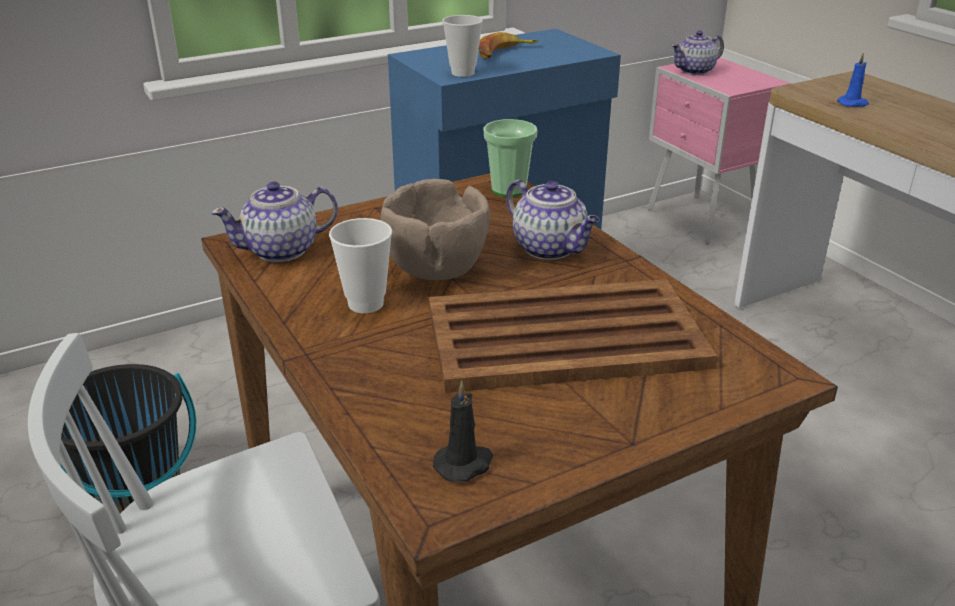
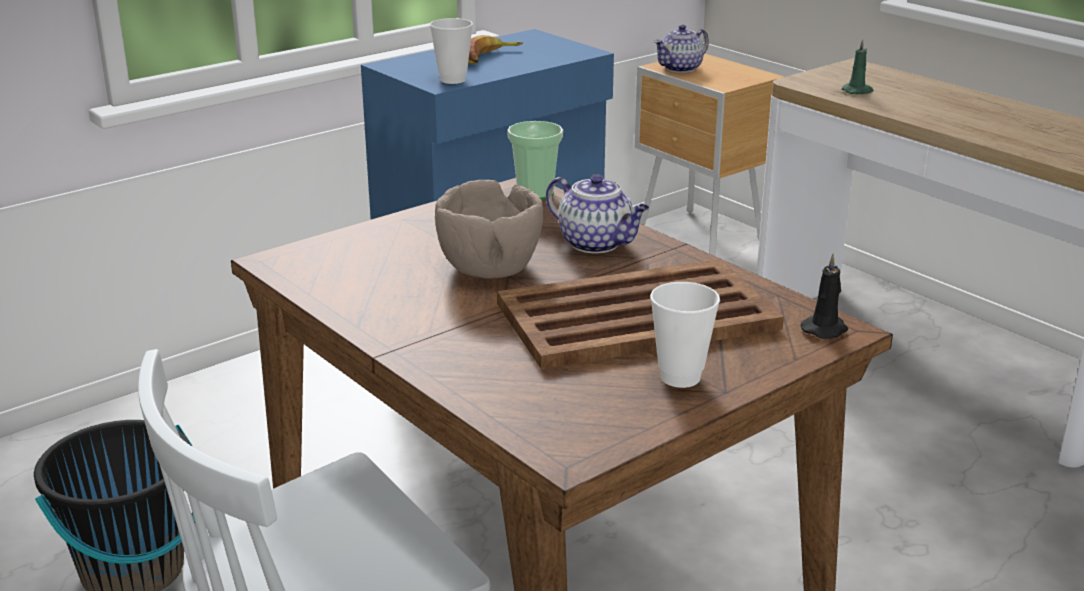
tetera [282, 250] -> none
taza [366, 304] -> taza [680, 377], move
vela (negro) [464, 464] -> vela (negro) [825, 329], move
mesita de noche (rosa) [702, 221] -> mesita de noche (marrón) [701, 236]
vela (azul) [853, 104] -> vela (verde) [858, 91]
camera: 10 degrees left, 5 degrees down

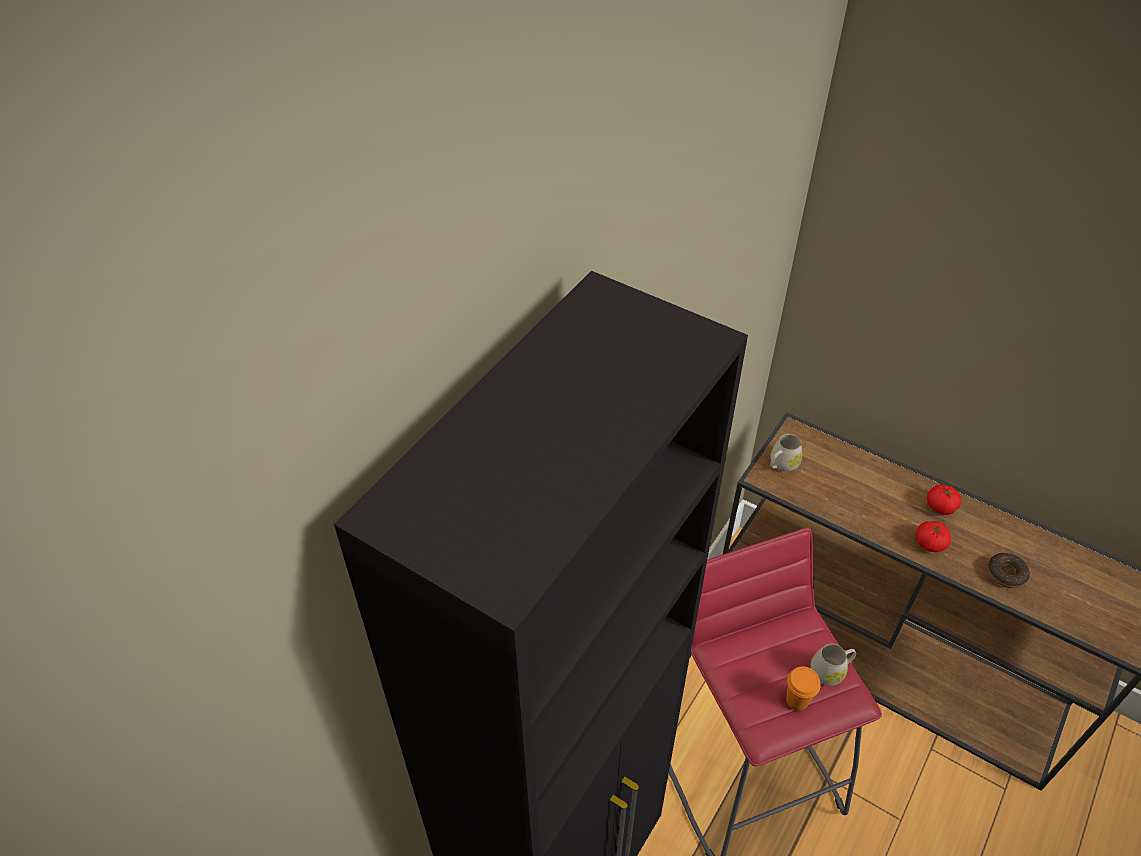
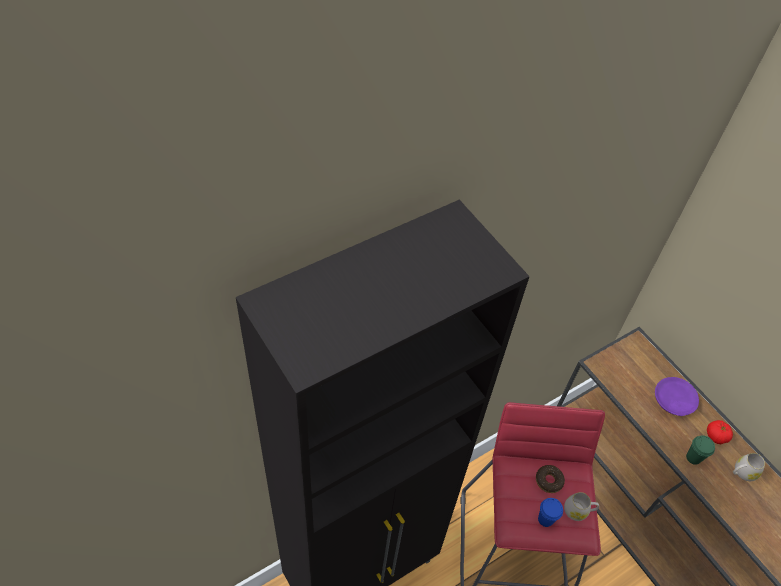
none -> plato (morado) [673, 400]
taza grande (blanco) [781, 464] -> taza grande (blanco) [742, 472], move
rosquilla [1006, 574] -> rosquilla [549, 481], move
tomate [929, 543] -> taza (verde) [693, 457]
taza (naranja) [797, 700] -> taza (azul) [545, 519]
camera: 20 degrees right, 5 degrees up

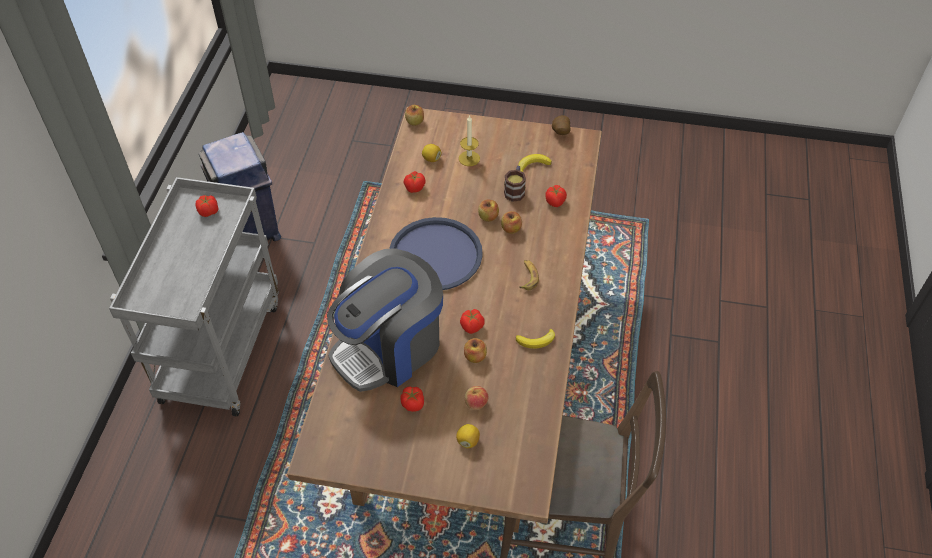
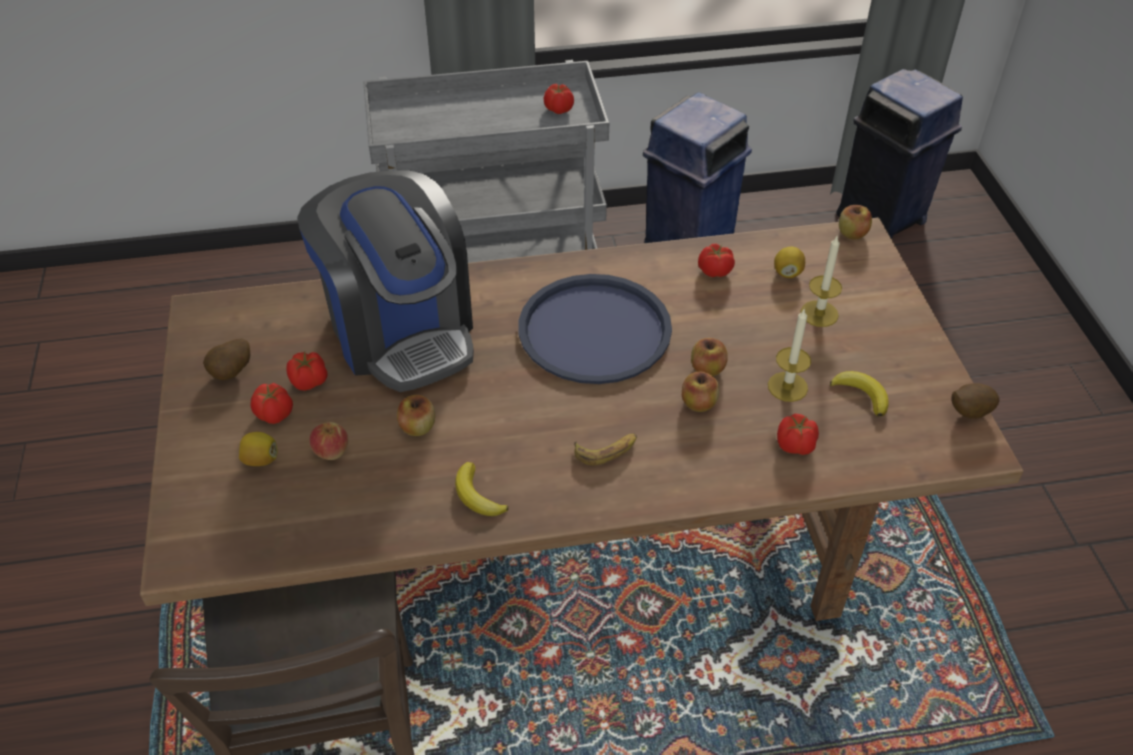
none -> patata [232, 373]
none -> papelera (azul) [882, 218]
tomate [472, 327] -> tomate [274, 415], move
taza grande [515, 190] -> vela [787, 387]
cafetera [389, 347] -> cafetera [401, 330], 150 degrees counterclockwise
camera: 70 degrees right, 5 degrees down

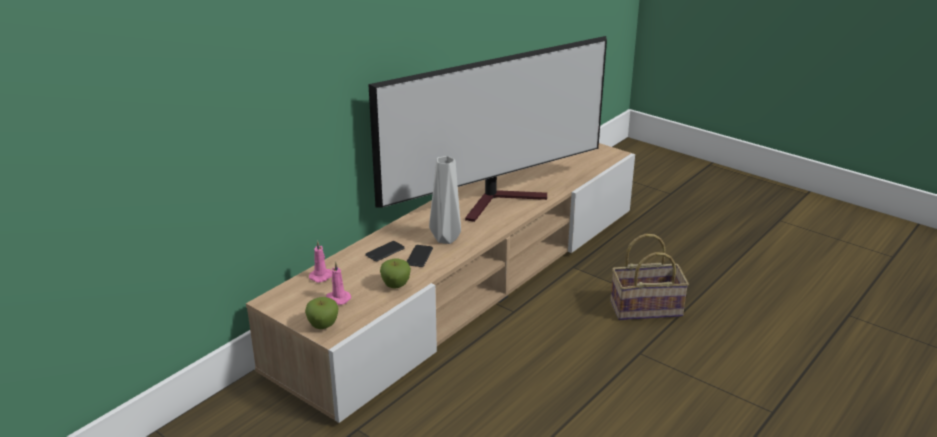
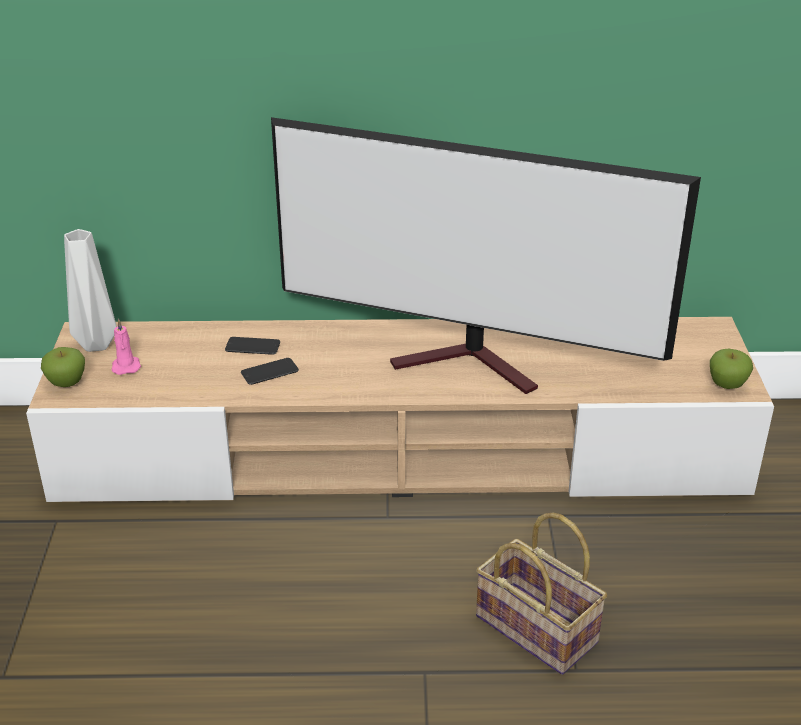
vela (rosa) [322, 276] -> none
manzana [396, 285] -> manzana [727, 385], move
florero (gris) [445, 238] -> florero (gris) [98, 343], move
camera: 50 degrees right, 5 degrees up

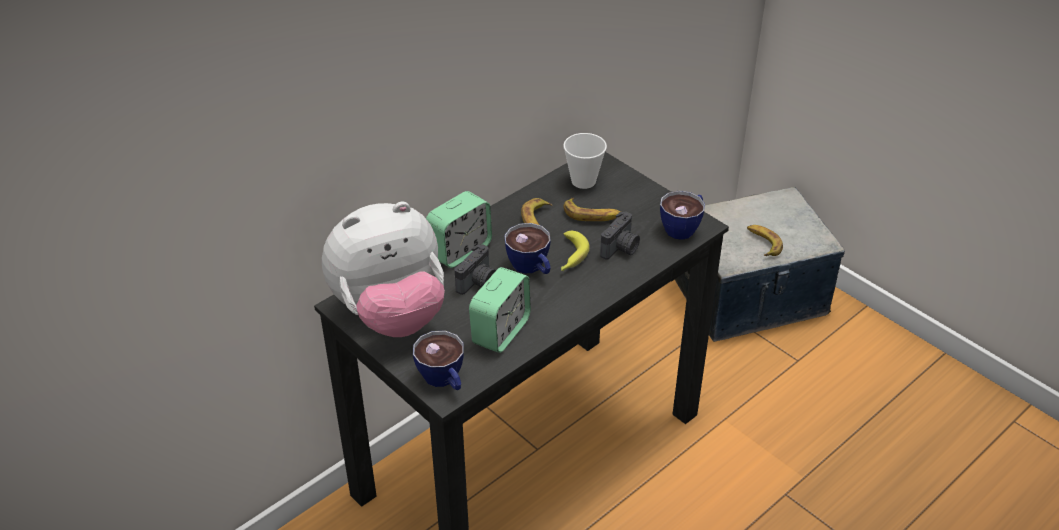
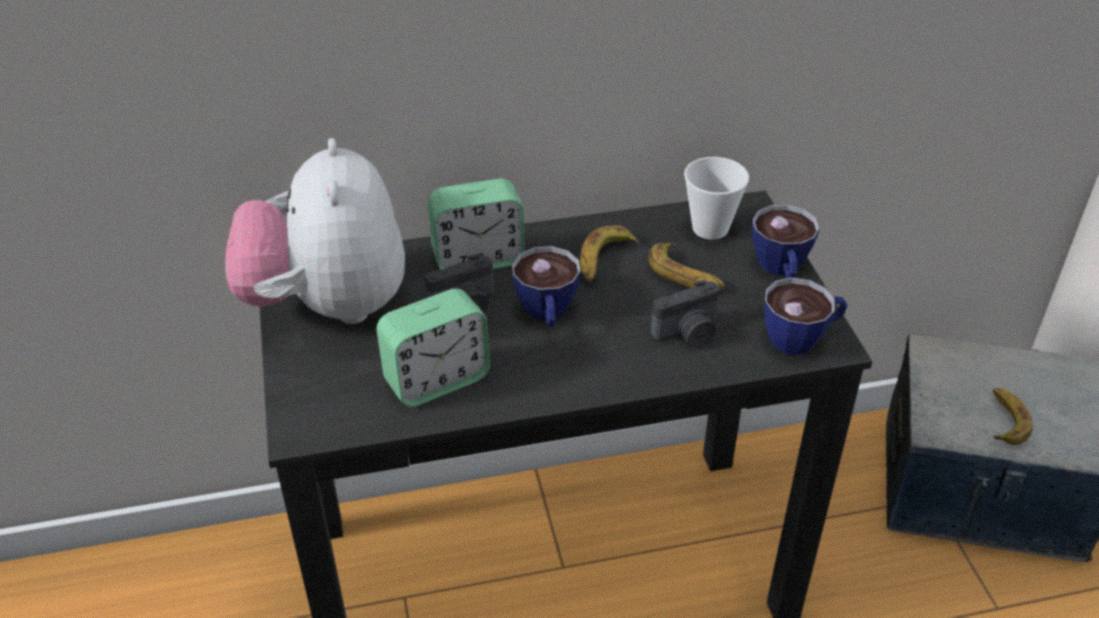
plátano [570, 257] -> none
taza [444, 380] -> taza [781, 269], move
peluche [391, 315] -> peluche [328, 305], 75 degrees clockwise
camera: 30 degrees right, 0 degrees up

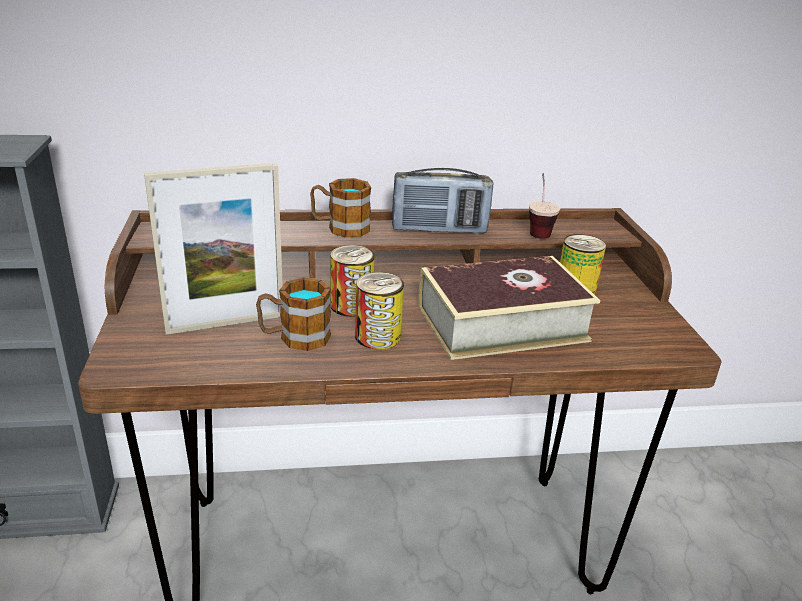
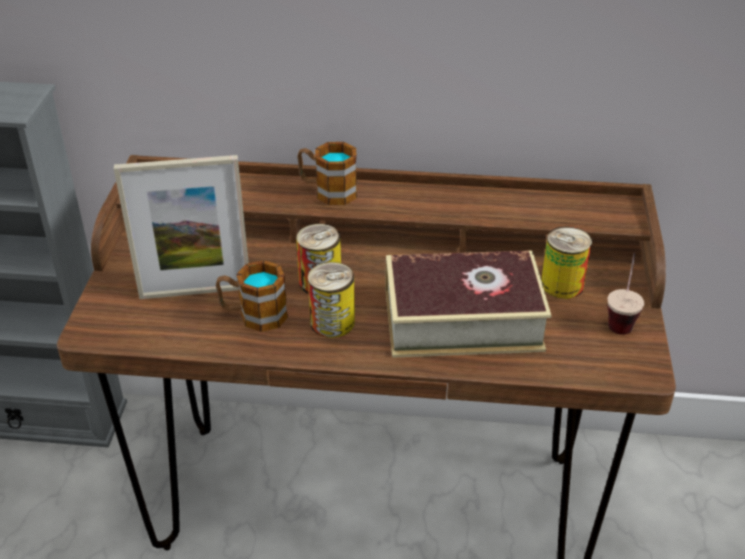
radio [439, 229] -> none
taza [538, 230] -> taza [621, 318], move
camera: 15 degrees right, 10 degrees up

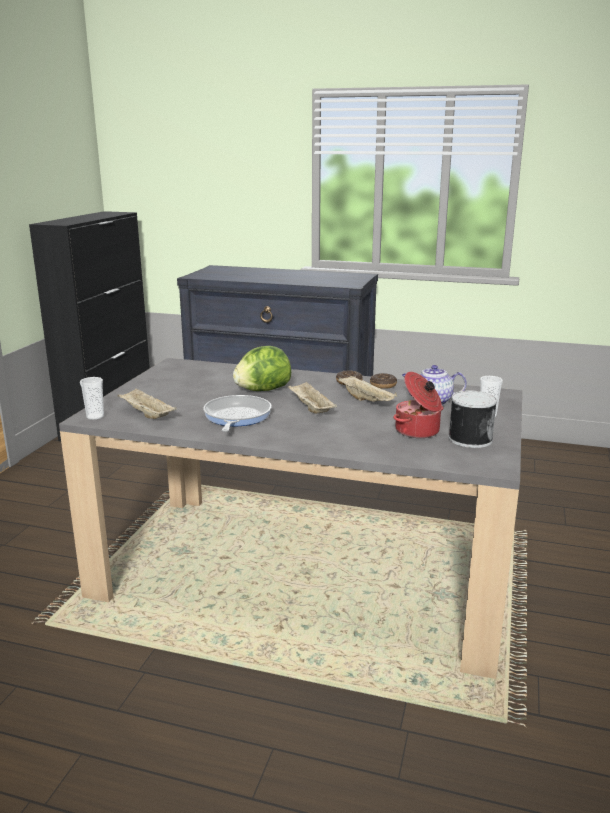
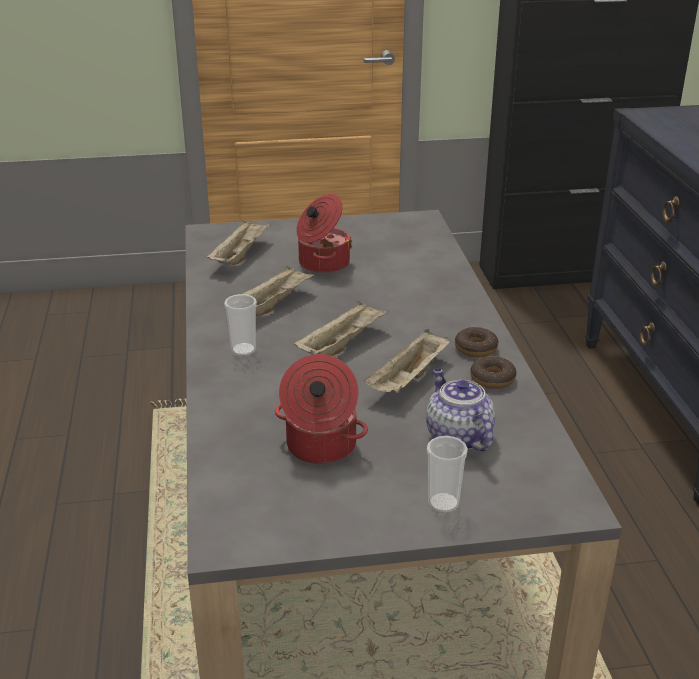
lechuga [262, 390] -> none
lata [469, 438] -> none
none -> olla [322, 263]
taza [95, 416] -> taza [243, 350], move
sartén [236, 417] -> bandeja (beis) [271, 305]
camera: 65 degrees right, 10 degrees up

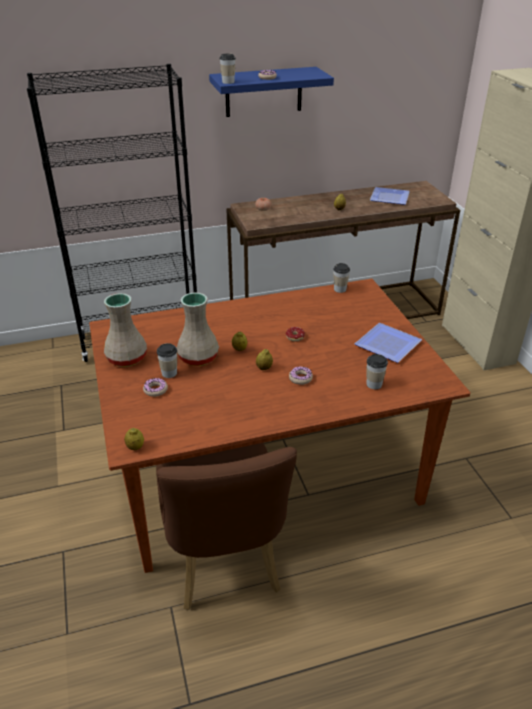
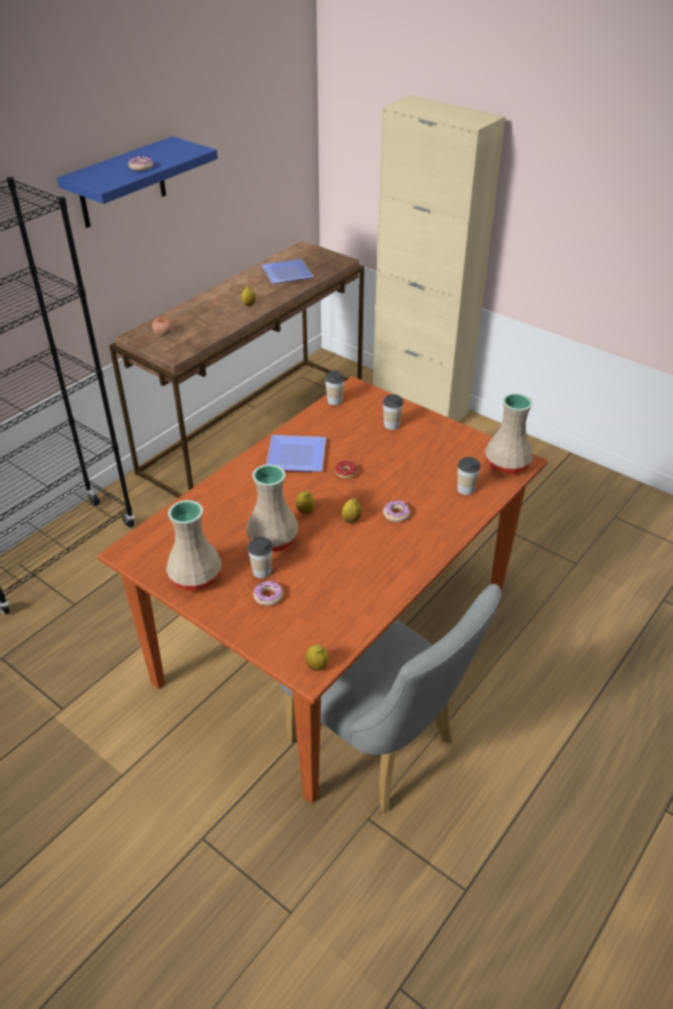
none -> florero (beis) [507, 463]
taza [228, 82] -> taza [391, 425], move
plato [388, 346] -> plato [298, 457], move
silla (marrón) [225, 564] -> silla (gris) [381, 746]
camera: 35 degrees left, 5 degrees up

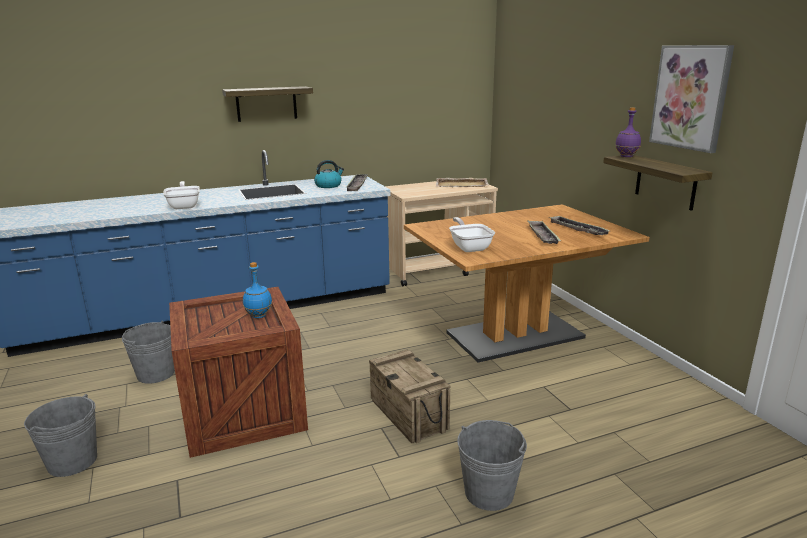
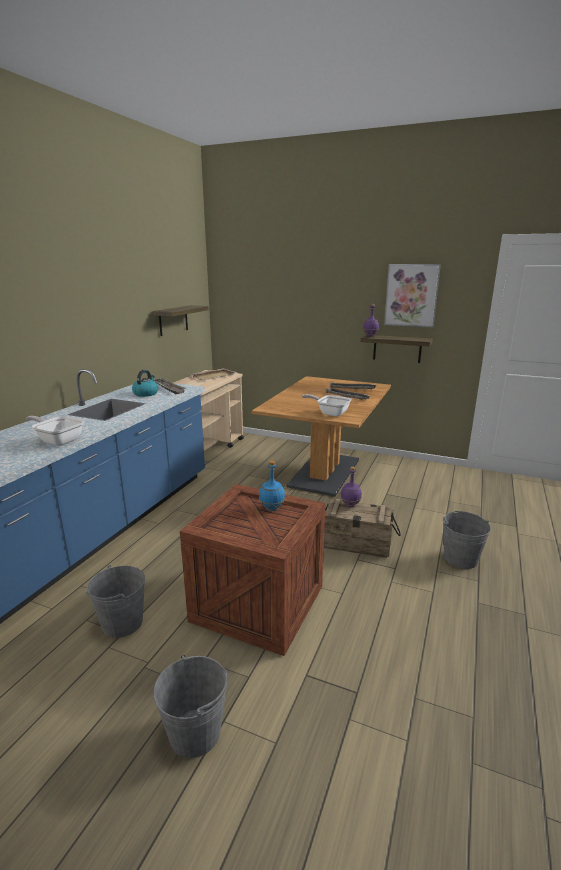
none -> botella (morado) [350, 505]
estante [266, 104] -> estante [173, 320], move
camera: 45 degrees left, 0 degrees up

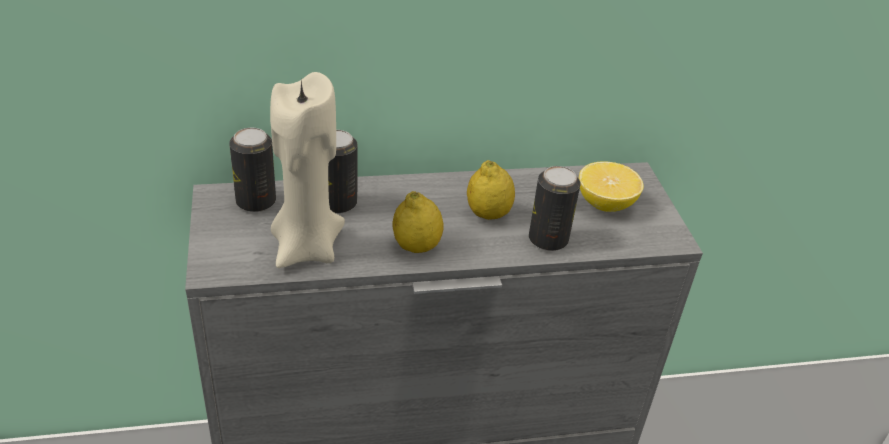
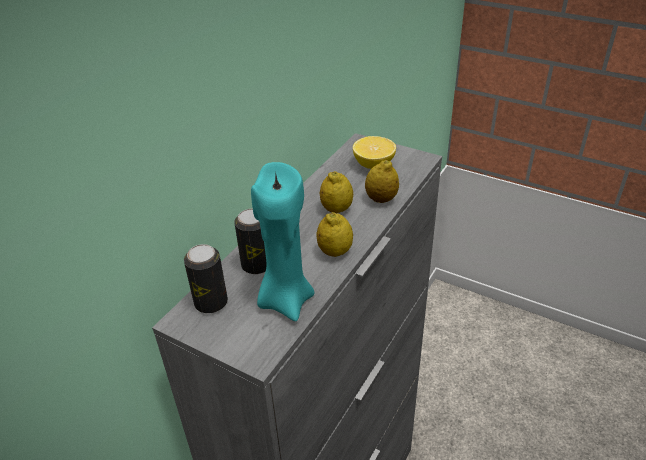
lata [548, 240] -> limón [381, 199]
vela (beis) [306, 248] -> vela (turquesa) [285, 300]
camera: 45 degrees left, 0 degrees up

